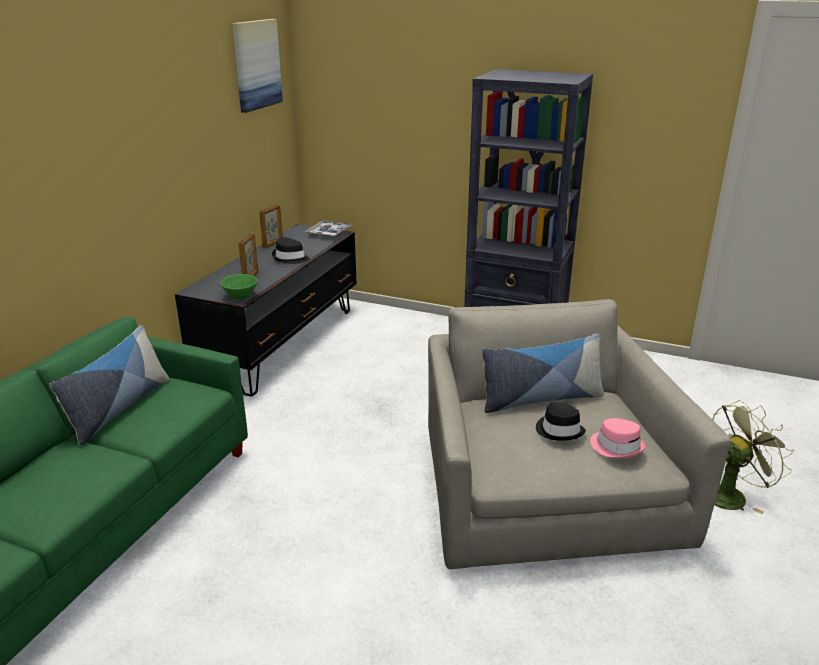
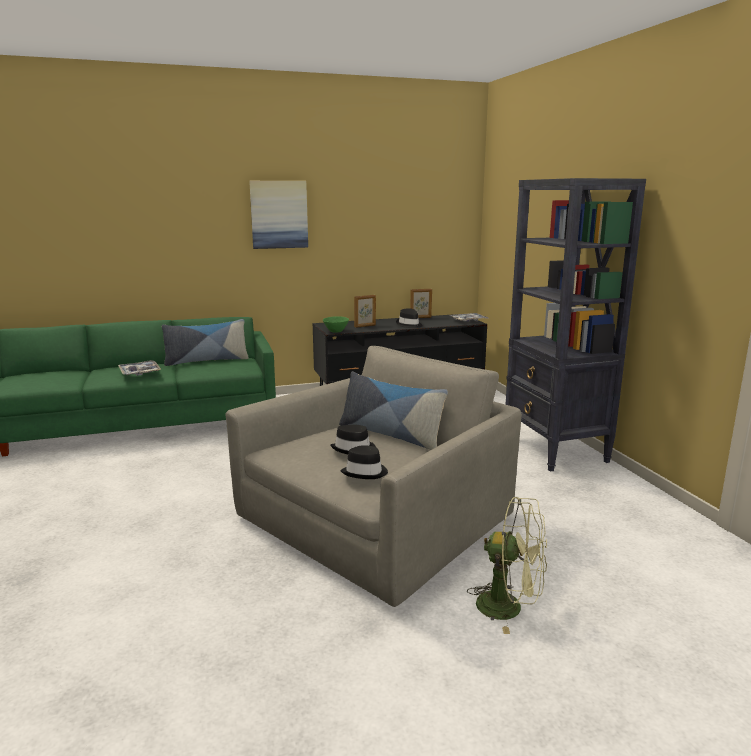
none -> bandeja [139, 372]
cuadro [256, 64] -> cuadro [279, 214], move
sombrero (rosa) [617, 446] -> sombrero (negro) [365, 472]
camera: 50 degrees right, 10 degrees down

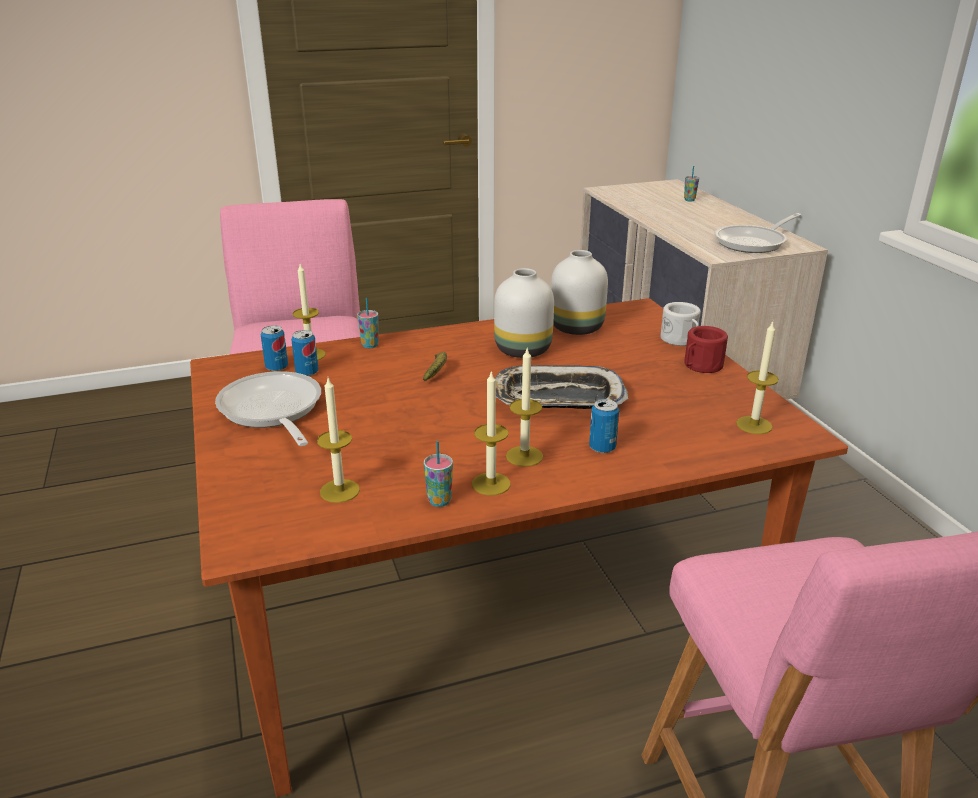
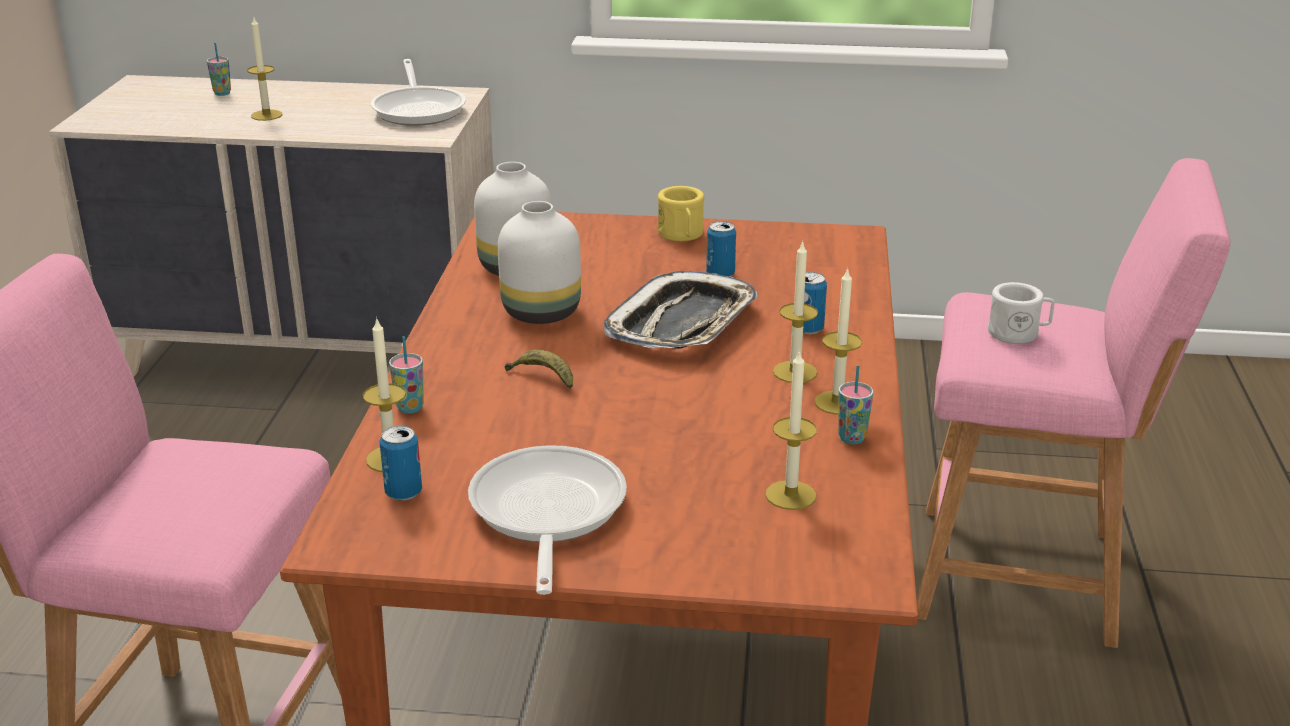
lata [307, 372] -> lata [720, 274], move
taza grande (blanco) [681, 340] -> taza grande (blanco) [1018, 333], move
vela [754, 425] -> vela [266, 115], move
taza grande (rojo) [700, 366] -> taza grande (amarillo) [682, 235]
sartén [272, 411] -> sartén [546, 514], 90 degrees clockwise
camera: 65 degrees left, 0 degrees up

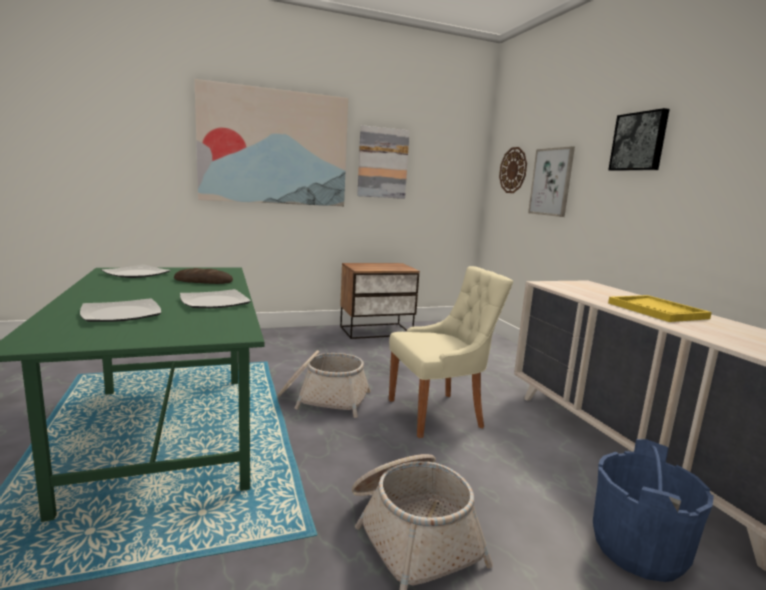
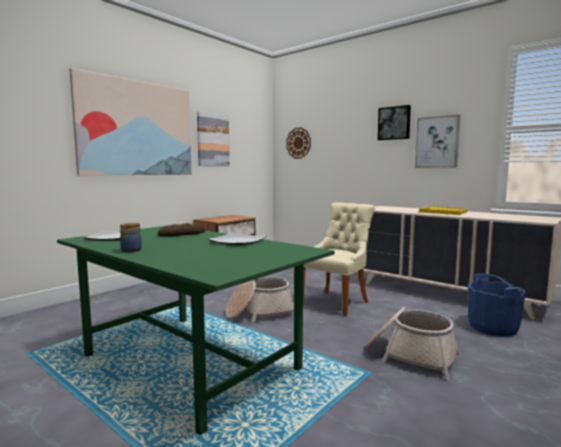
plato [122, 314] -> none
none -> tarro [130, 250]
cuadro [551, 182] -> cuadro [437, 142], move
camera: 30 degrees left, 5 degrees down

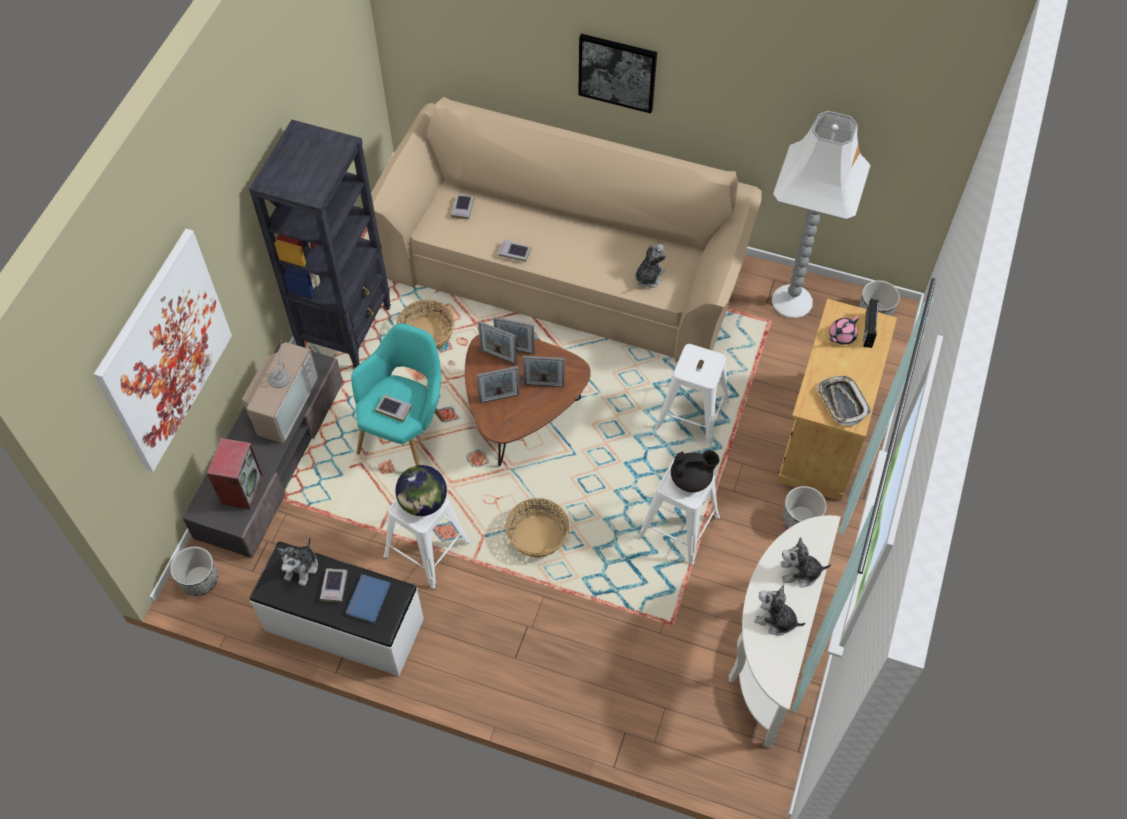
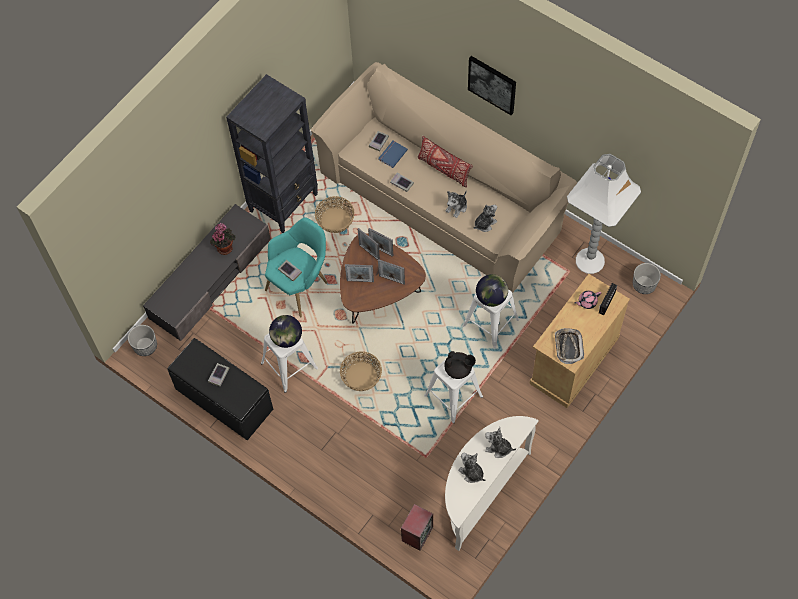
cuadro [165, 352] -> none
maceta [800, 520] -> none
none -> cojín (rojo) [444, 169]
none -> globo terráqueo [491, 297]
altavoz [242, 488] -> altavoz [417, 533], move
peluche [302, 567] -> peluche [457, 207], move
libro (azul) [367, 599] -> libro (azul) [392, 154], move
televisor [283, 403] -> planta en maceta [225, 247]
banco (blanco) [344, 625] -> banco (negro) [223, 399]
camera: 20 degrees right, 5 degrees up

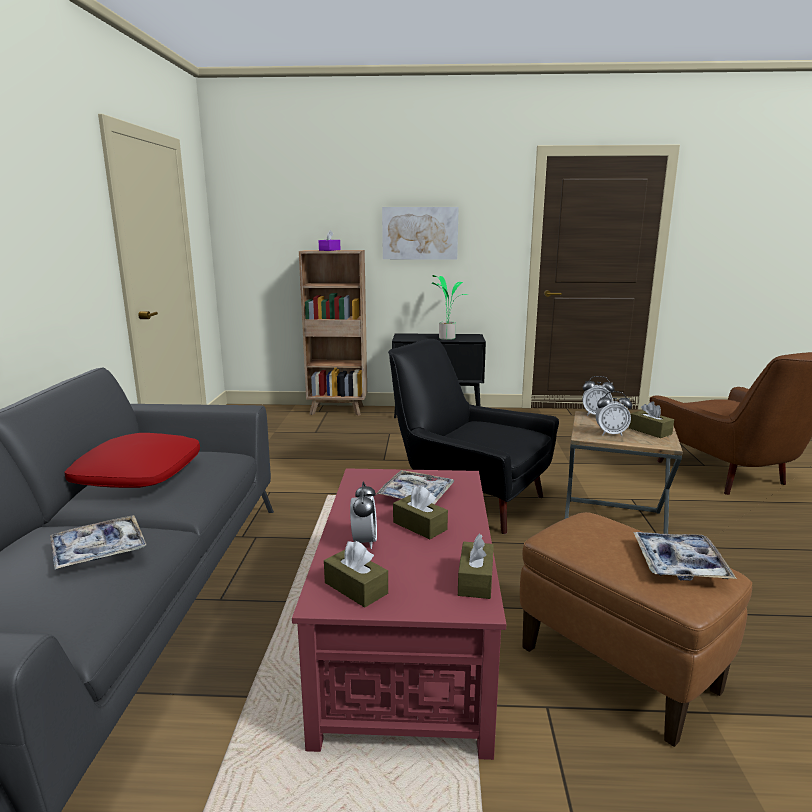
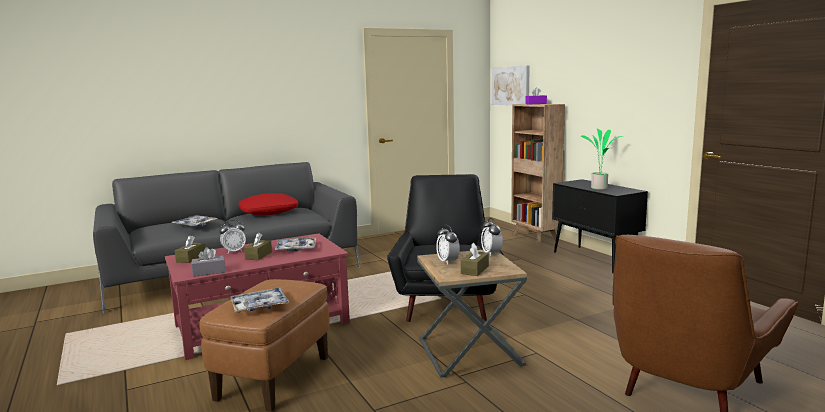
cuadro [420, 233] -> cuadro [511, 86], move
caja de pañuelos (marrón) [475, 580] -> caja de pañuelos (gris) [209, 272]
camera: 60 degrees right, 5 degrees down

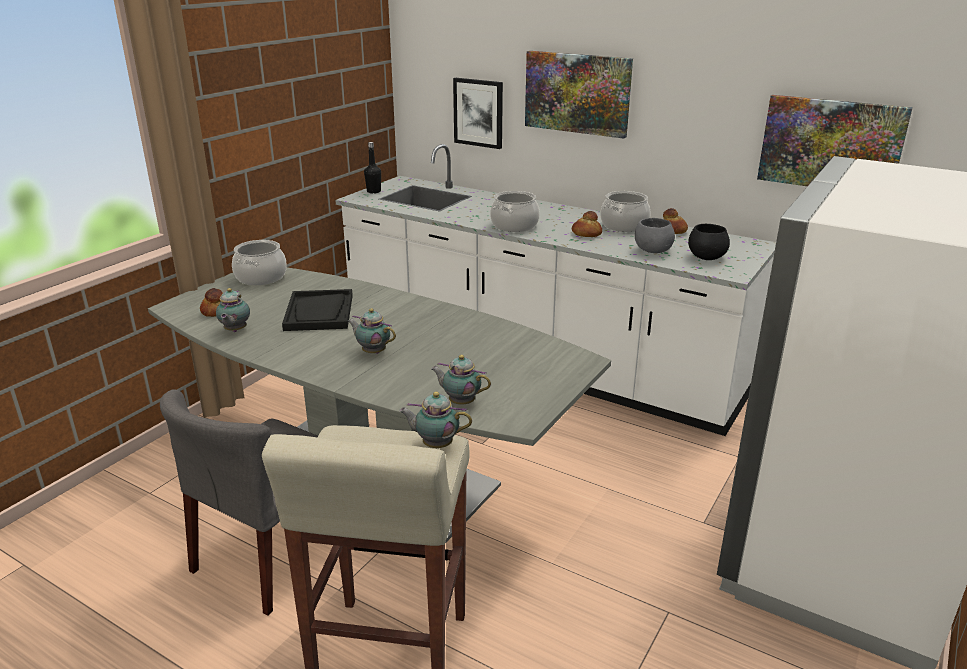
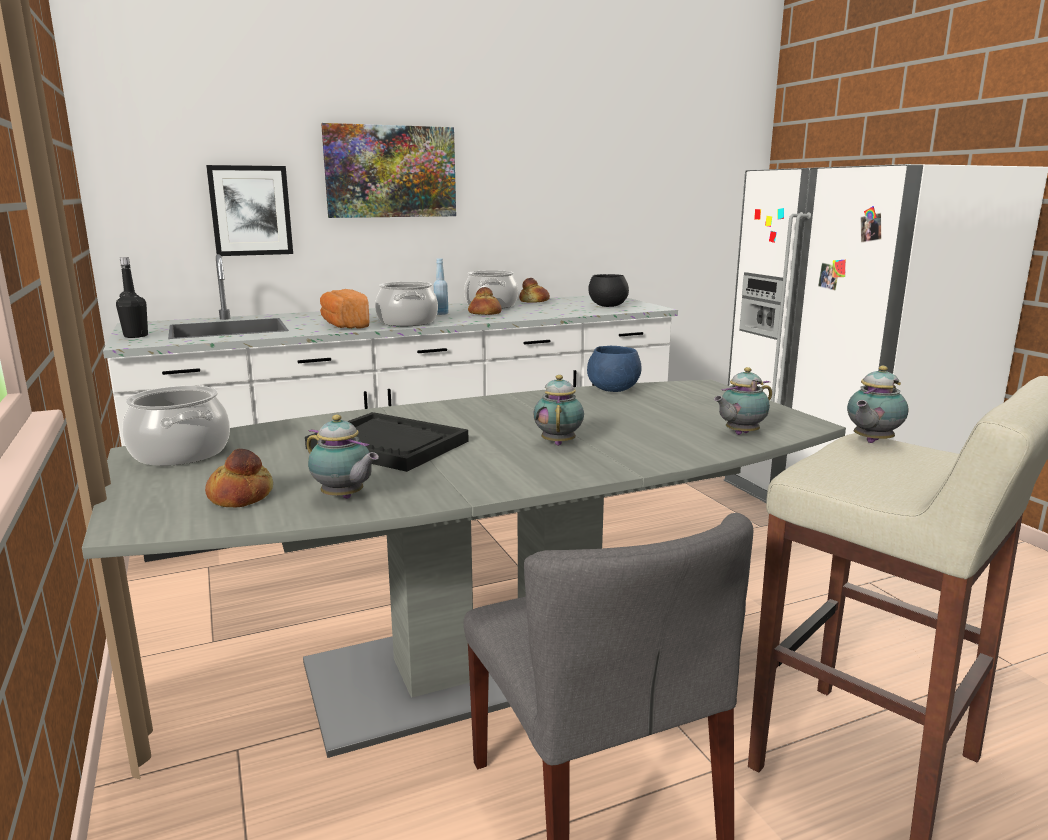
cuenco (gris) [652, 250] -> none
cuadro [831, 144] -> none
none -> pan [344, 325]
none -> botella (azul) [441, 314]
none -> cuenco (azul) [612, 390]
tetera [372, 352] -> tetera [559, 442], 120 degrees clockwise
camera: 55 degrees left, 10 degrees down

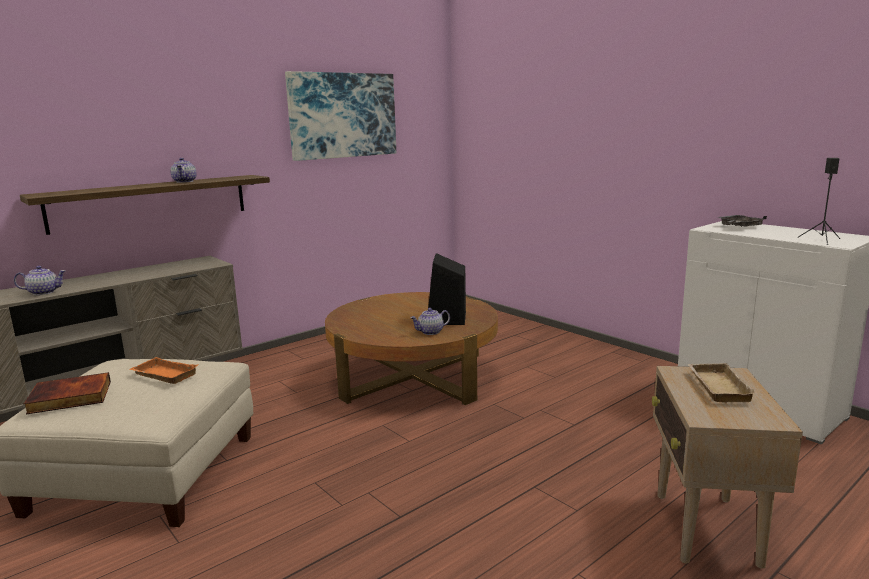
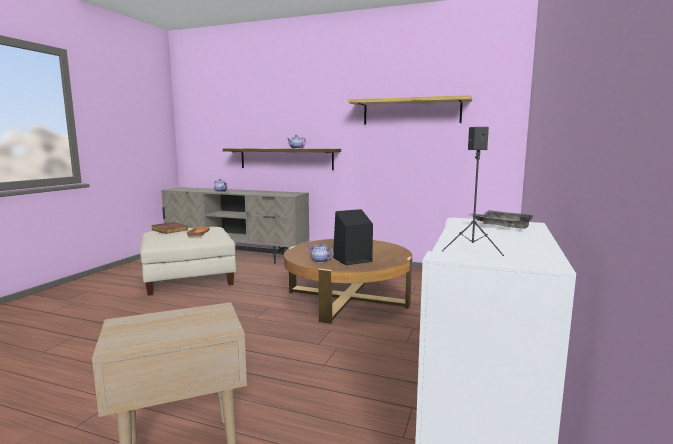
bandeja (beis) [716, 387] -> none
cuadro [343, 115] -> estante [411, 112]
camera: 60 degrees right, 5 degrees down

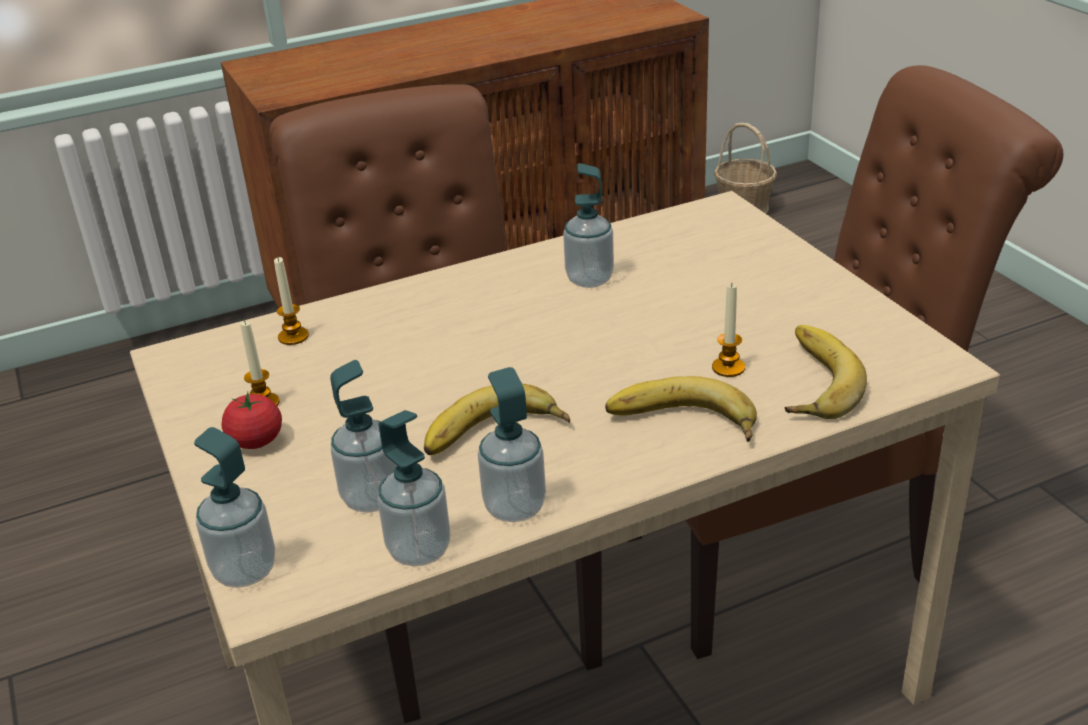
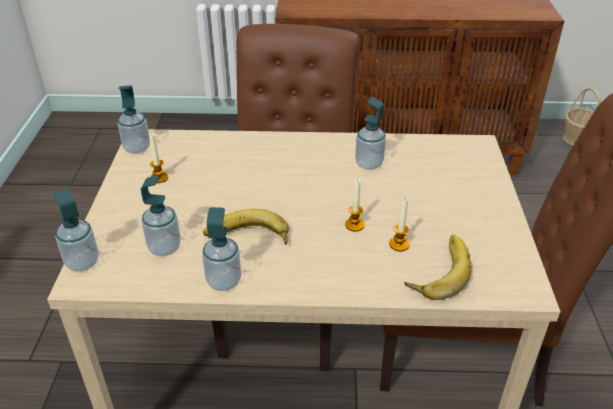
tomate [256, 441] -> none
plátano [681, 424] -> none
vela [293, 337] -> vela [354, 225], move
dispensador de jabón [419, 550] -> dispensador de jabón [137, 148], move
camera: 25 degrees right, 5 degrees up

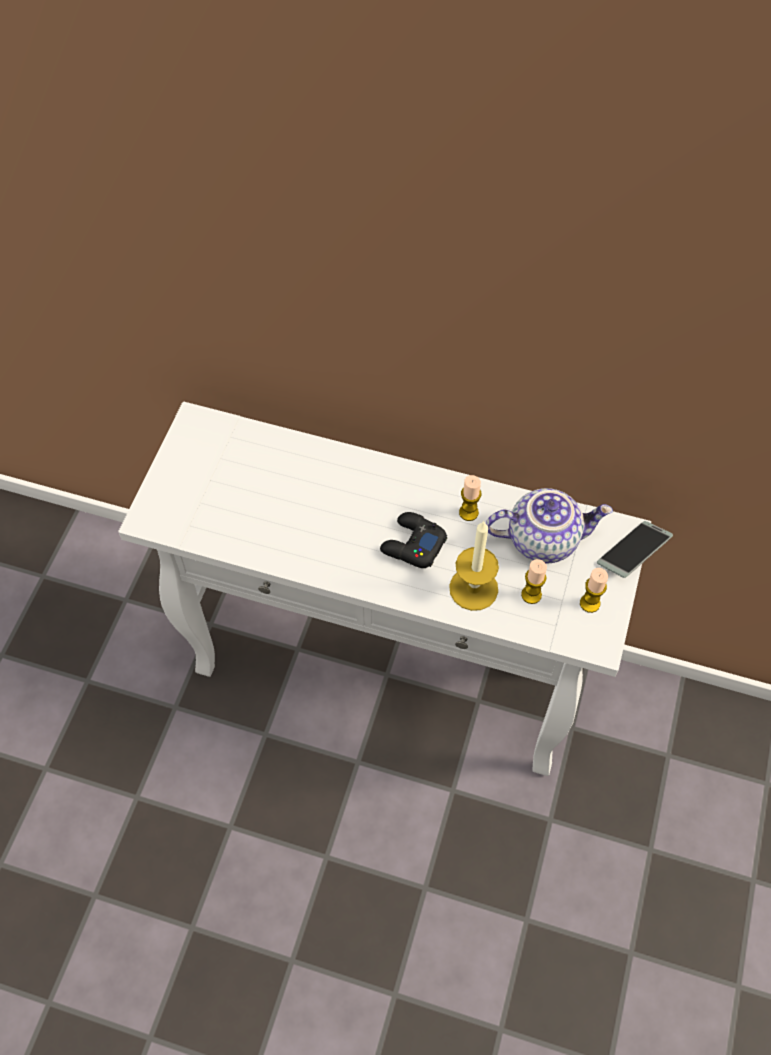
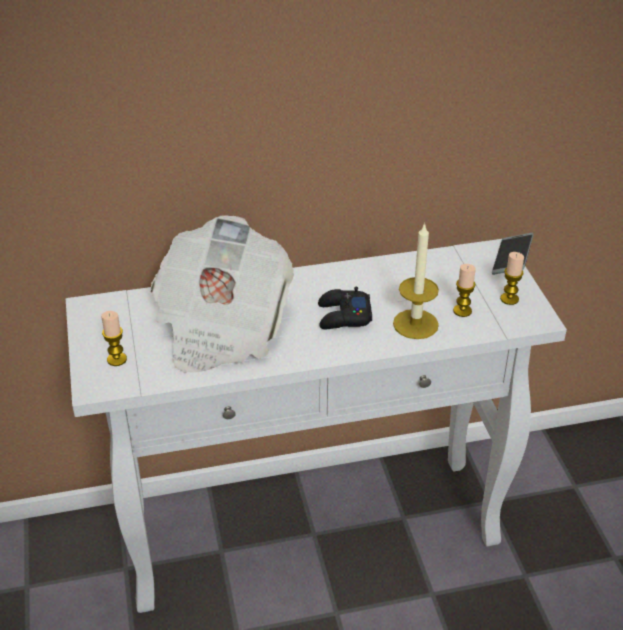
tetera [543, 538] -> none
none -> periódico [221, 326]
vela [468, 512] -> vela [117, 359], move
camera: 30 degrees left, 20 degrees down

